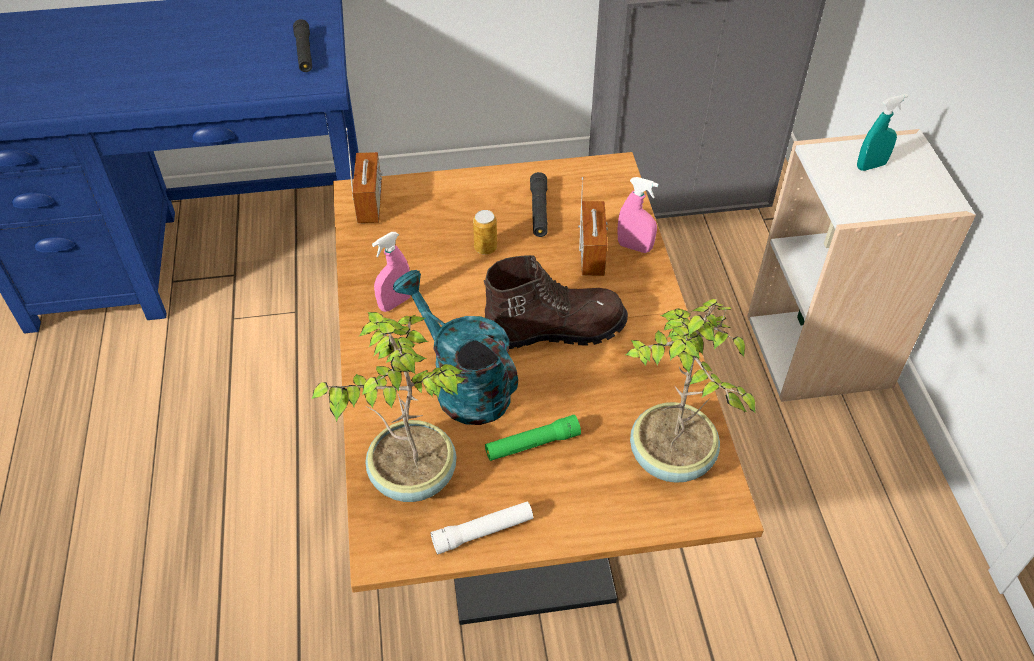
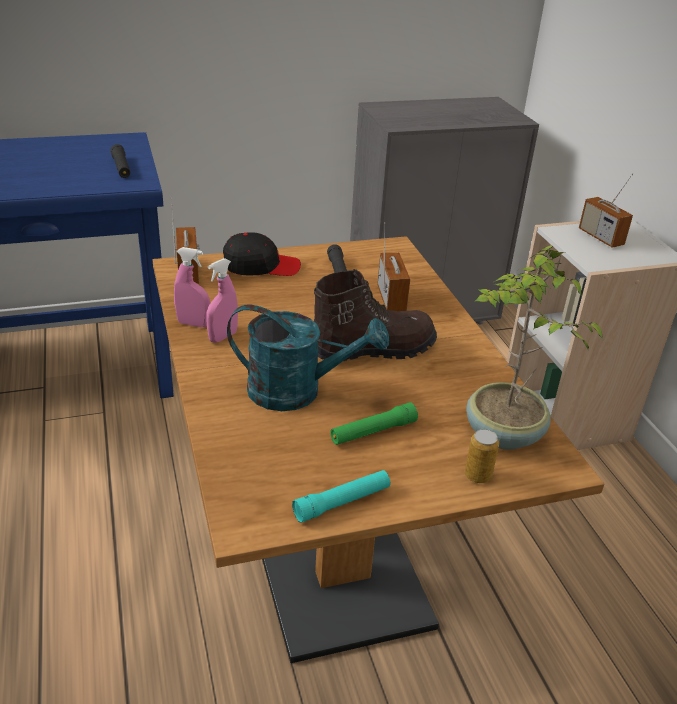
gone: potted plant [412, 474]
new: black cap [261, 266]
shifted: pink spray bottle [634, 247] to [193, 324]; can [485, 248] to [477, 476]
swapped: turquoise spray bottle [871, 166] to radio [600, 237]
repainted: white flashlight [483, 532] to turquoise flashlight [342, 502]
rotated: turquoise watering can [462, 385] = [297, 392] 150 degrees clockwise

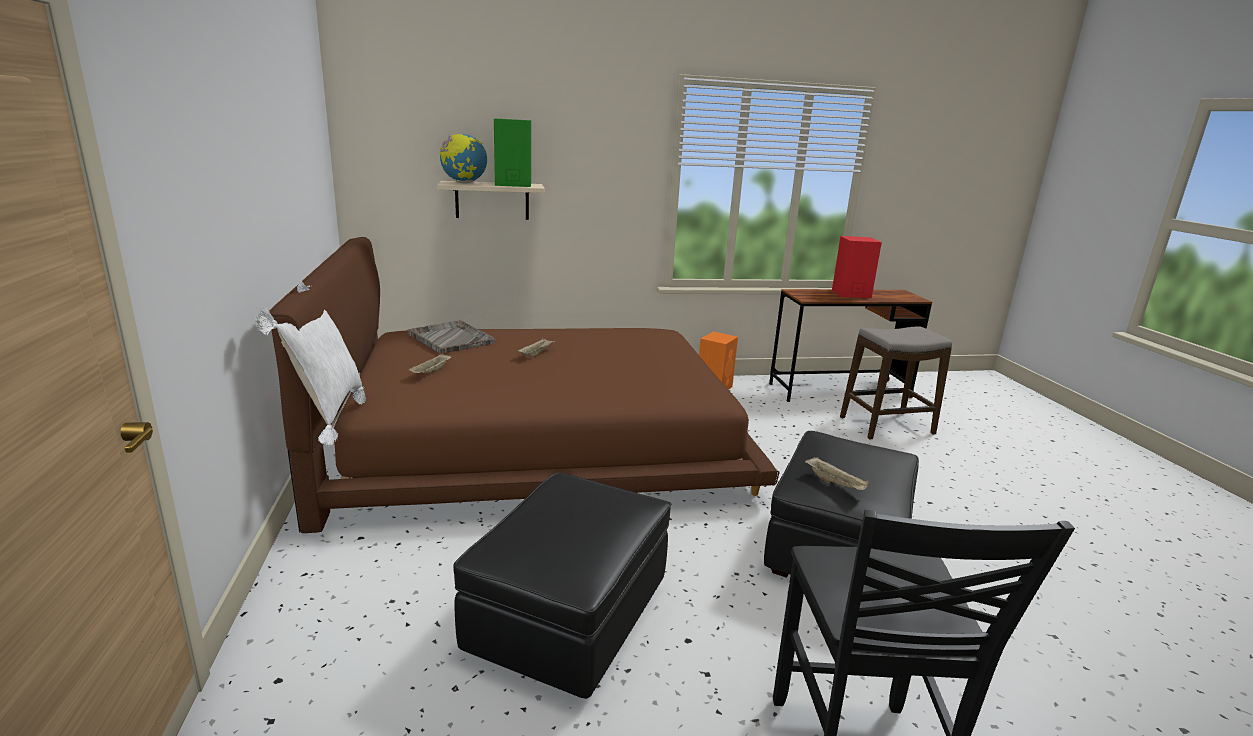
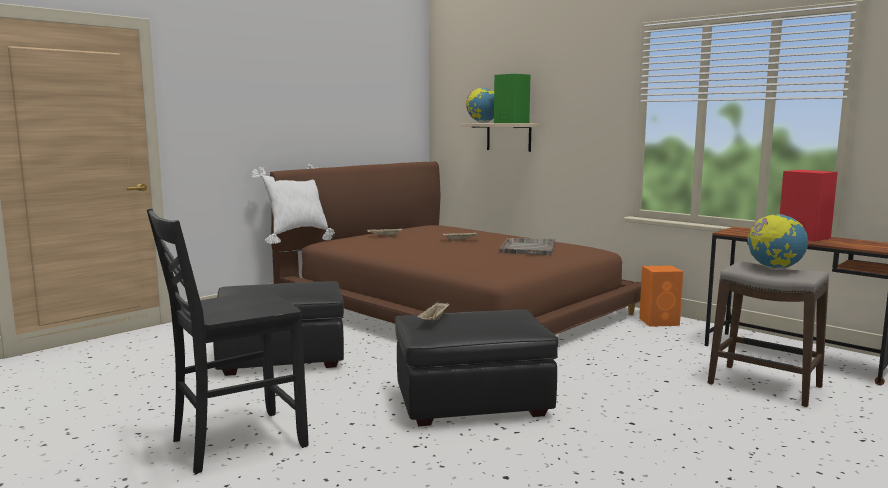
new: globe [774, 269]
shifted: grey tray [450, 338] to [528, 248]

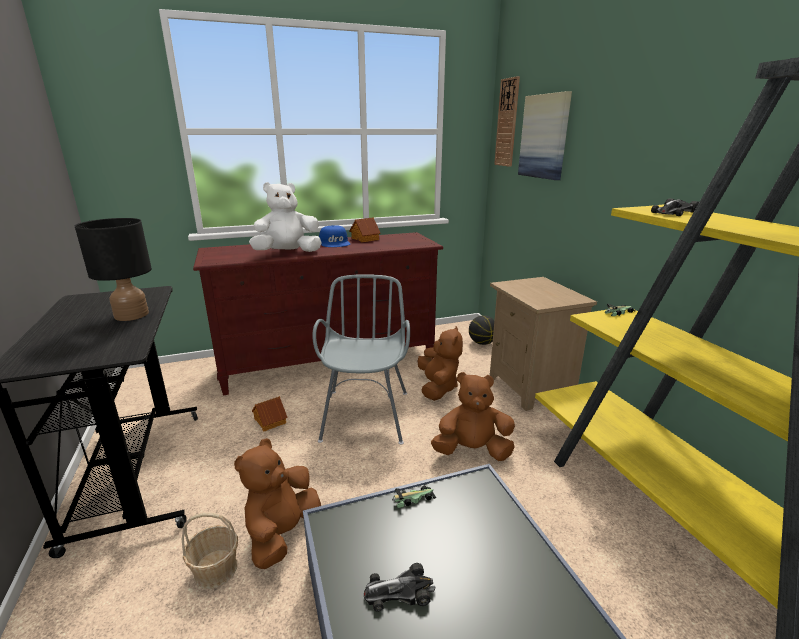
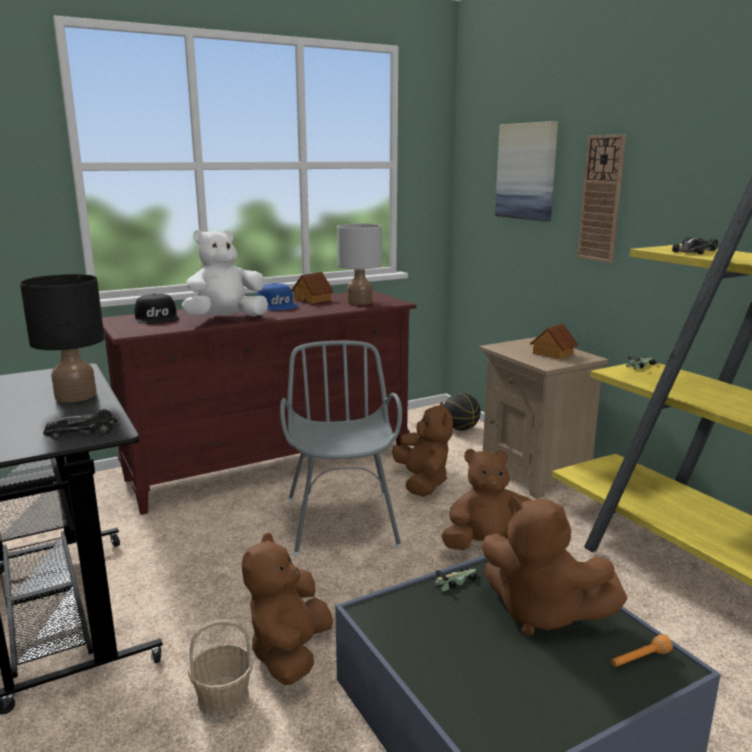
new: grey table lamp [359, 302]; black cap [158, 318]; brown plush toy [541, 613]; orange flashlight [639, 660]
shifted: wall clock [507, 123] to [601, 199]; toy house [269, 421] to [552, 353]; toy car [399, 591] to [82, 430]

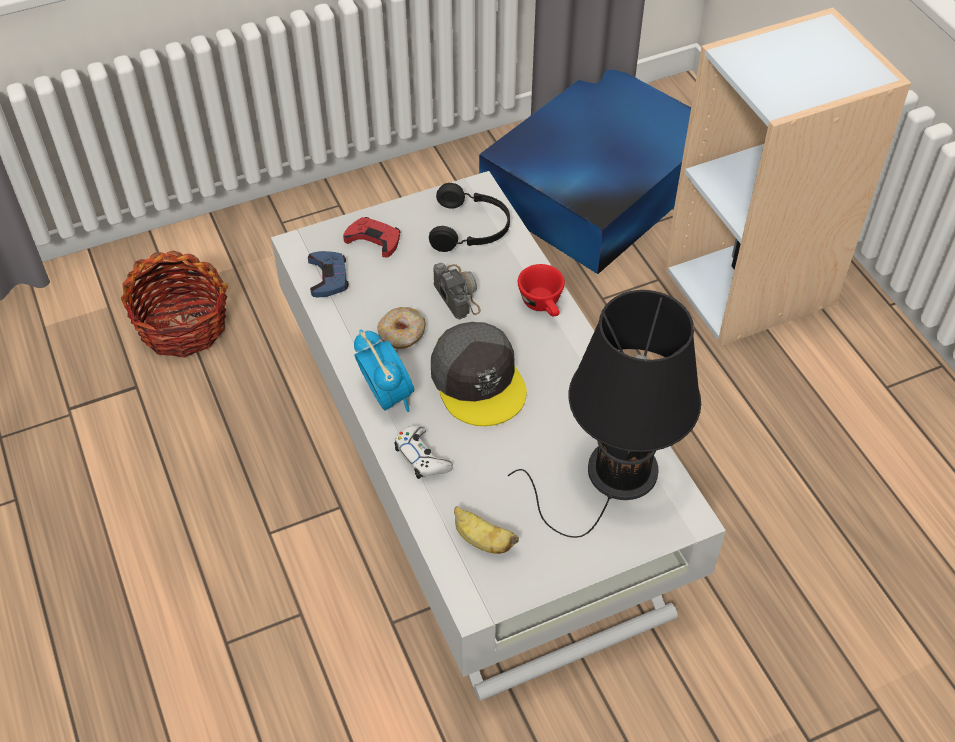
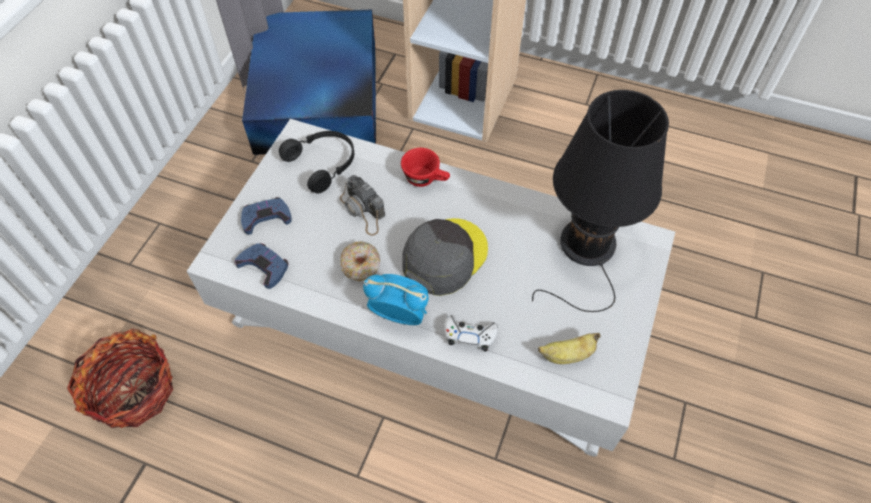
repainted: red game controller [374, 239] to blue game controller [266, 217]
rotated: photo camera [457, 292] = [363, 210] 150 degrees counterclockwise; grey cap [478, 380] = [444, 256] 75 degrees counterclockwise

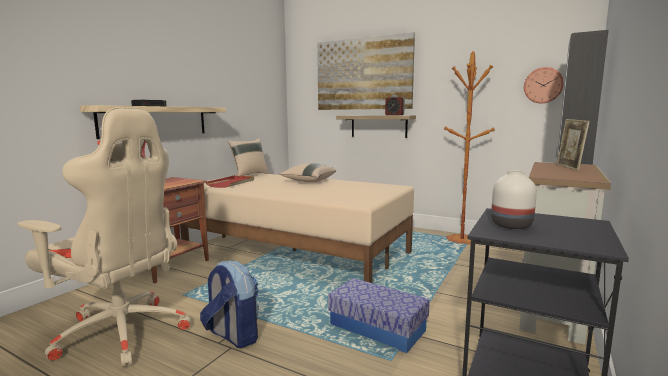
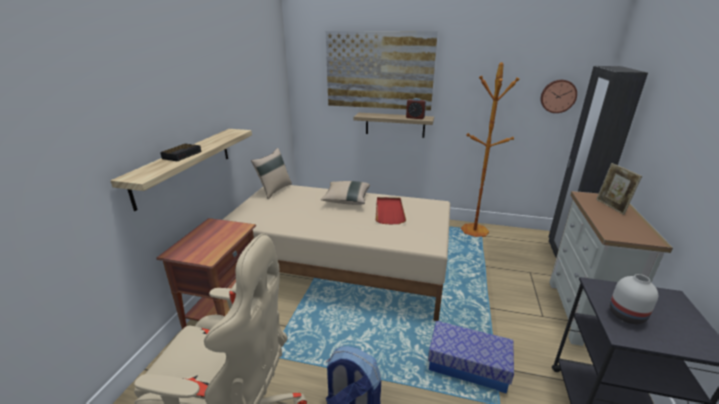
shifted: red tray [232, 183] to [389, 211]

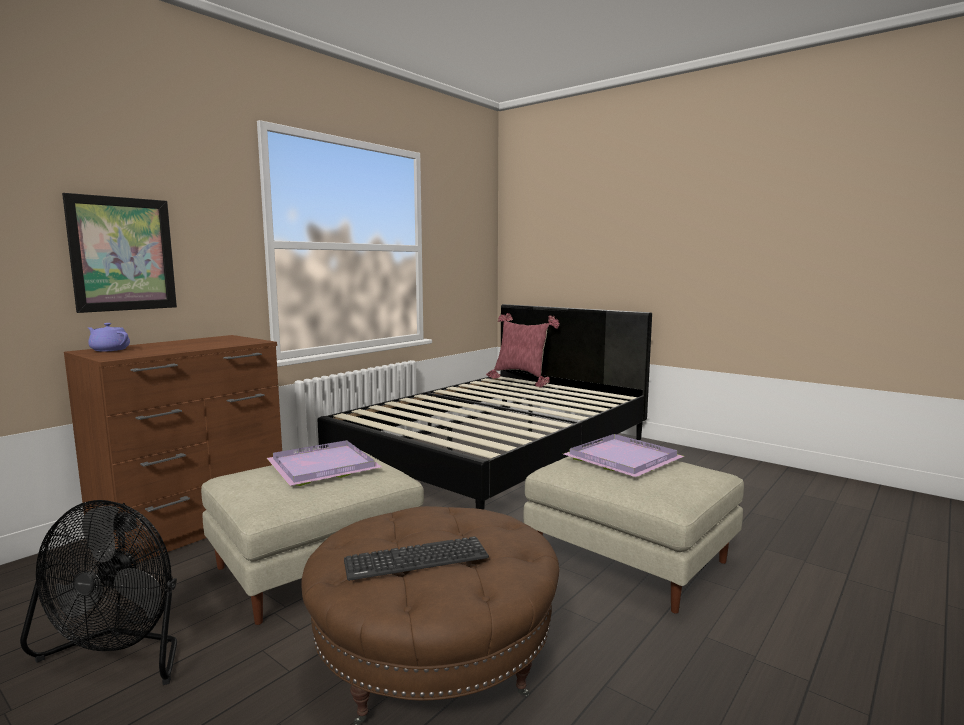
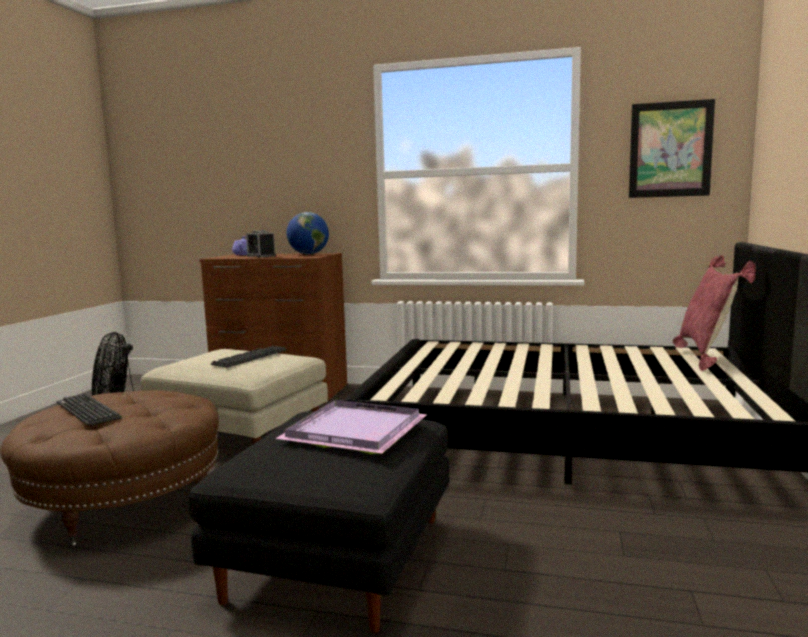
new: globe [308, 254]; alarm clock [261, 256]
shifted: picture [123, 254] to [670, 149]
swapped: purple tray [324, 465] to keyboard [250, 357]
repainted: beige ottoman [632, 559] to black ottoman [338, 559]

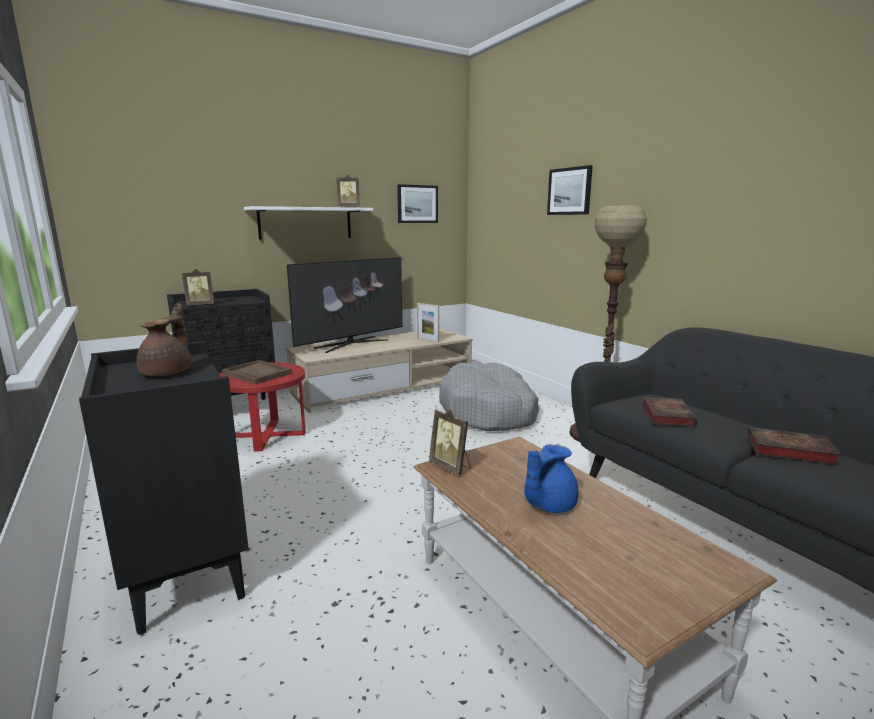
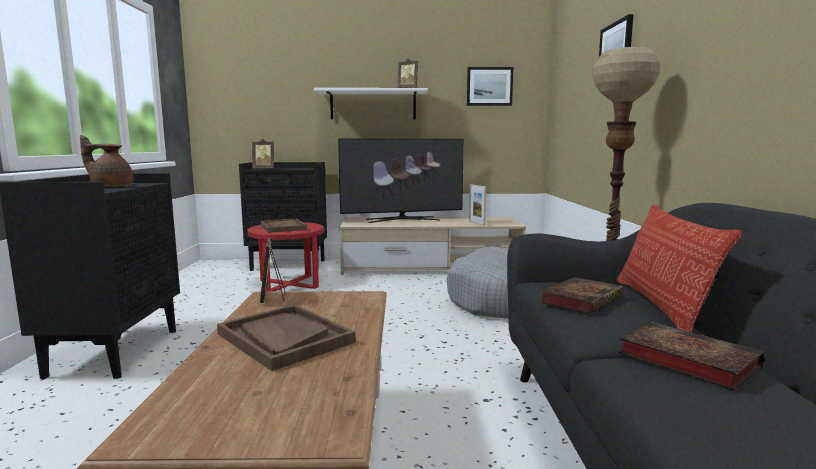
new: pillow [660, 306]
swapped: blue teapot [547, 504] to brown tray [284, 338]
rotated: brown teapot [169, 372] = [111, 186] 120 degrees counterclockwise

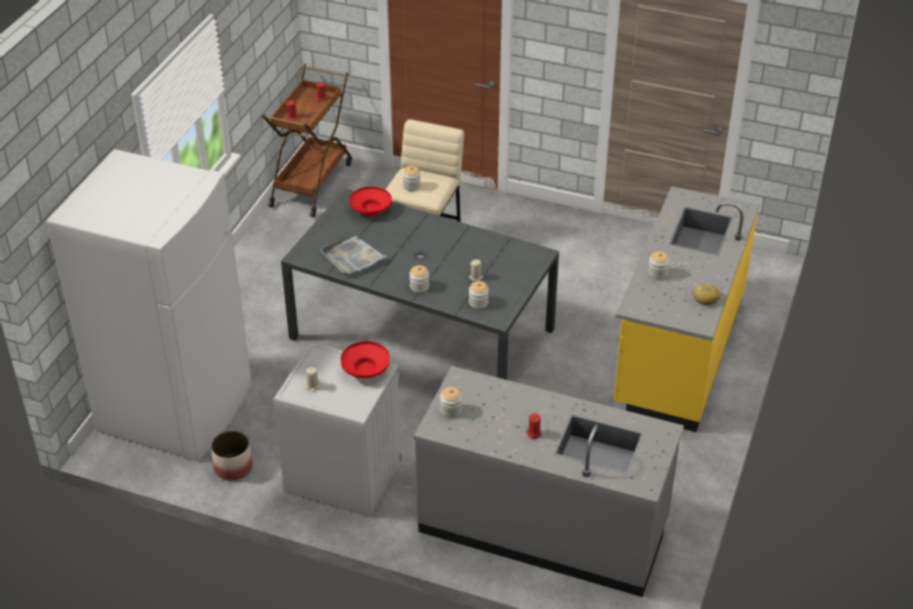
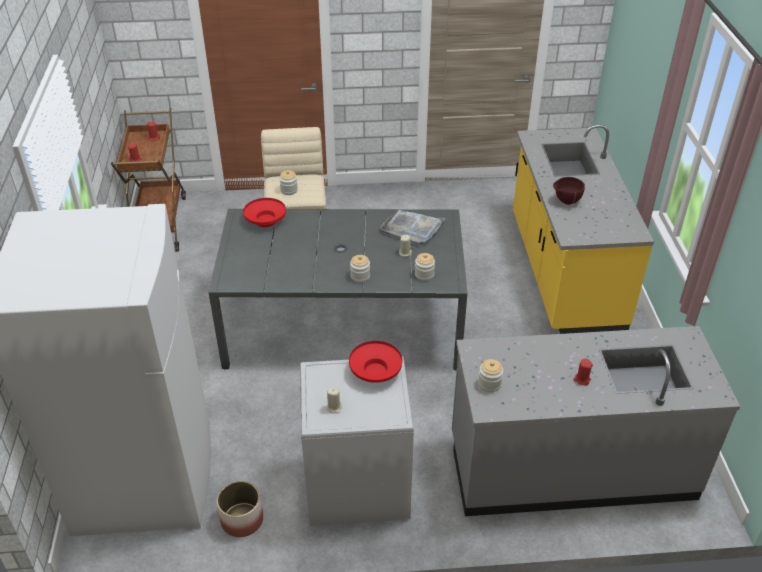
gone: bread [706, 298]
shifted: grey tray [352, 257] to [412, 228]
swapped: jar [657, 273] to brown bowl [565, 202]

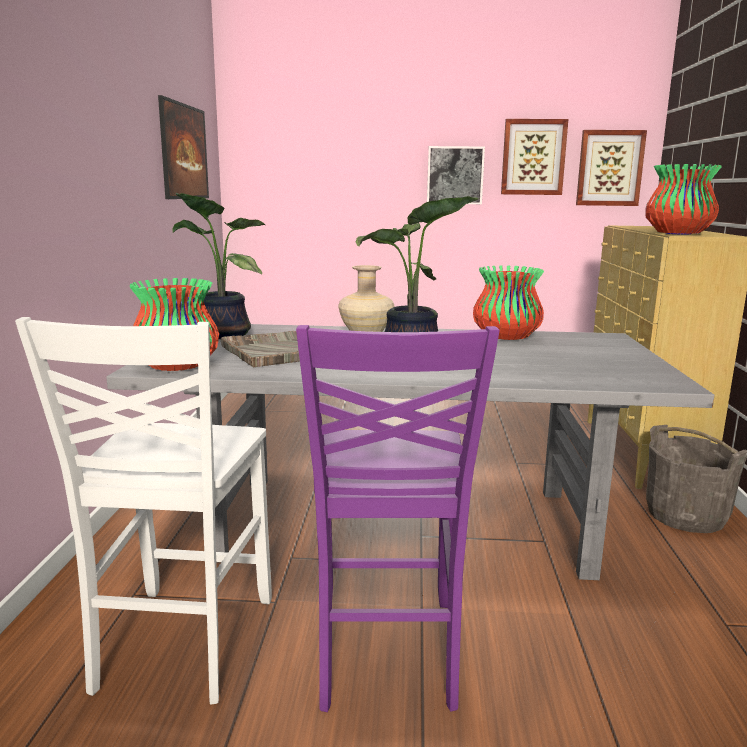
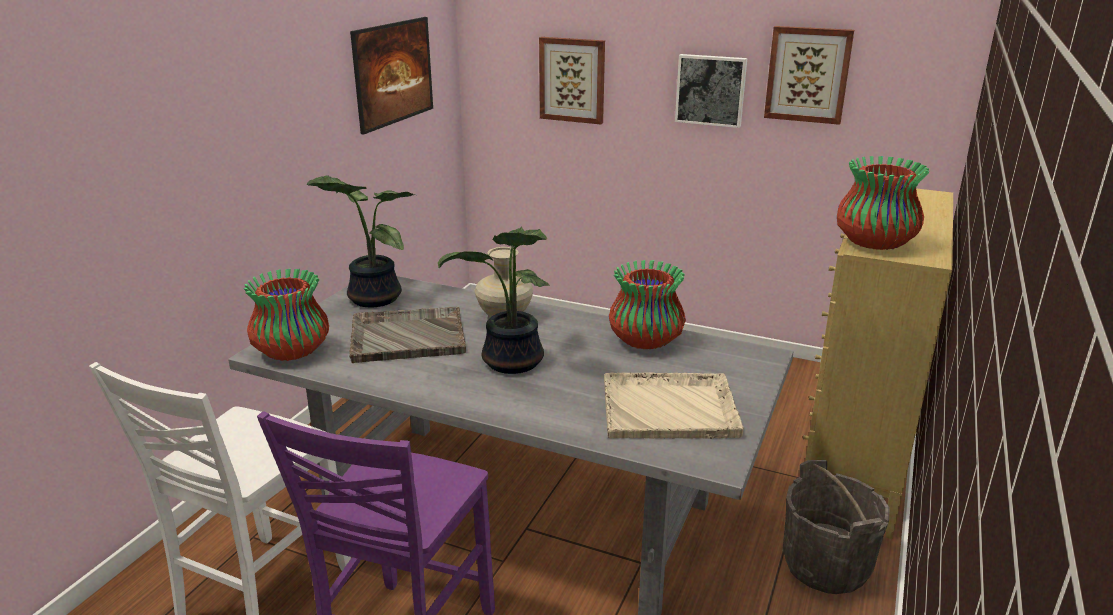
new: beige tray [670, 408]
shifted: picture [609, 168] to [572, 80]

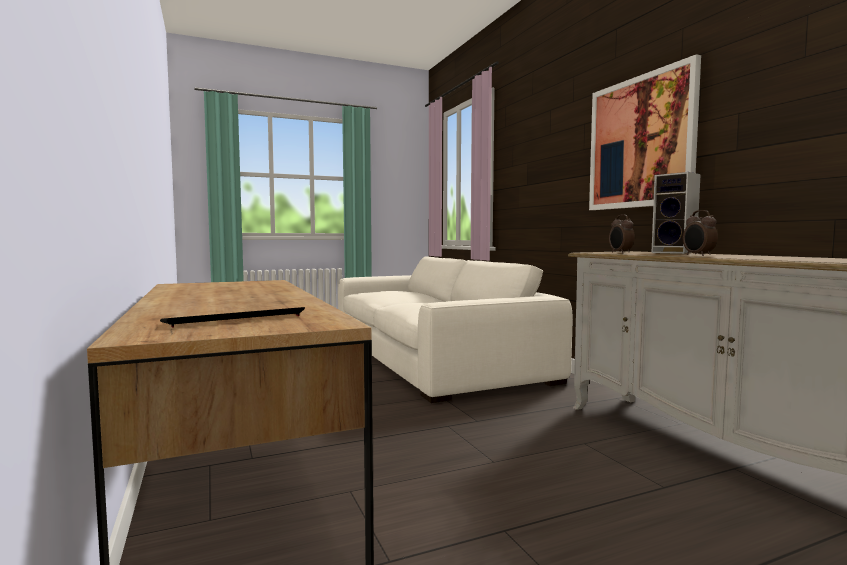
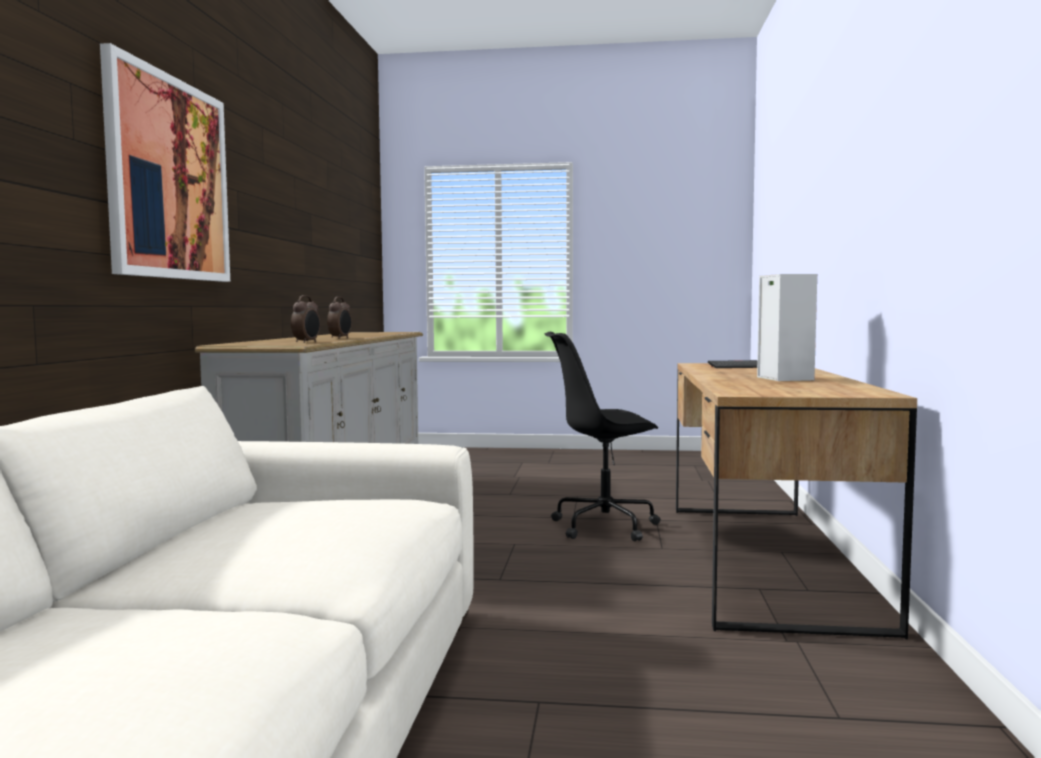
new: black office chair [602, 526]
shifted: speaker [675, 253] to [782, 378]

